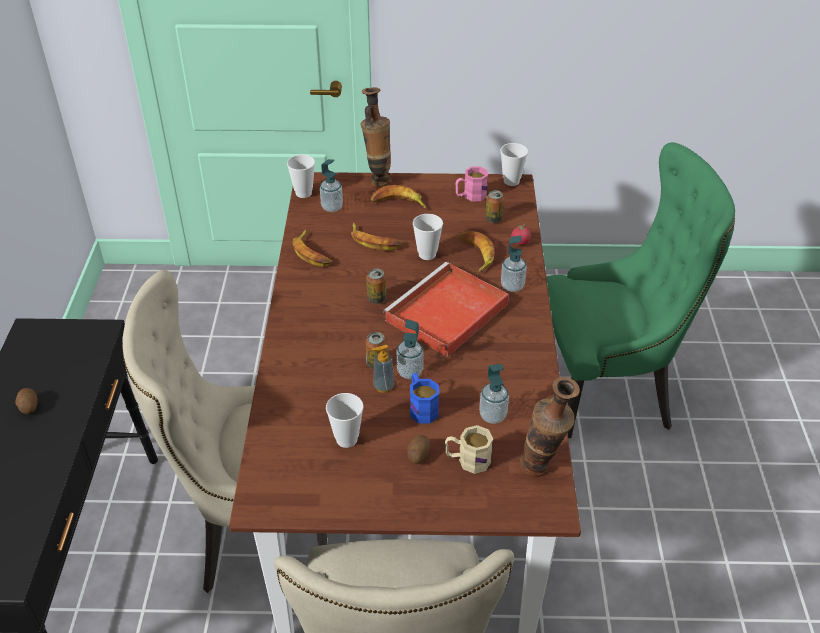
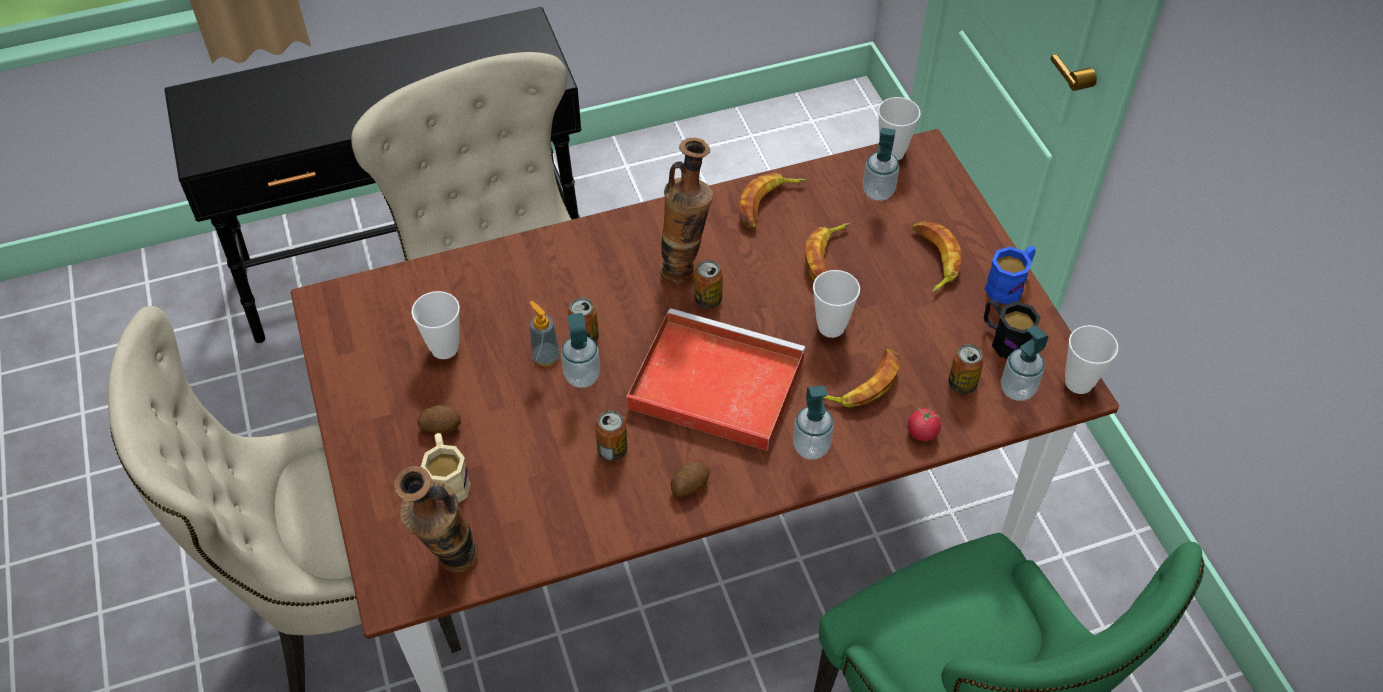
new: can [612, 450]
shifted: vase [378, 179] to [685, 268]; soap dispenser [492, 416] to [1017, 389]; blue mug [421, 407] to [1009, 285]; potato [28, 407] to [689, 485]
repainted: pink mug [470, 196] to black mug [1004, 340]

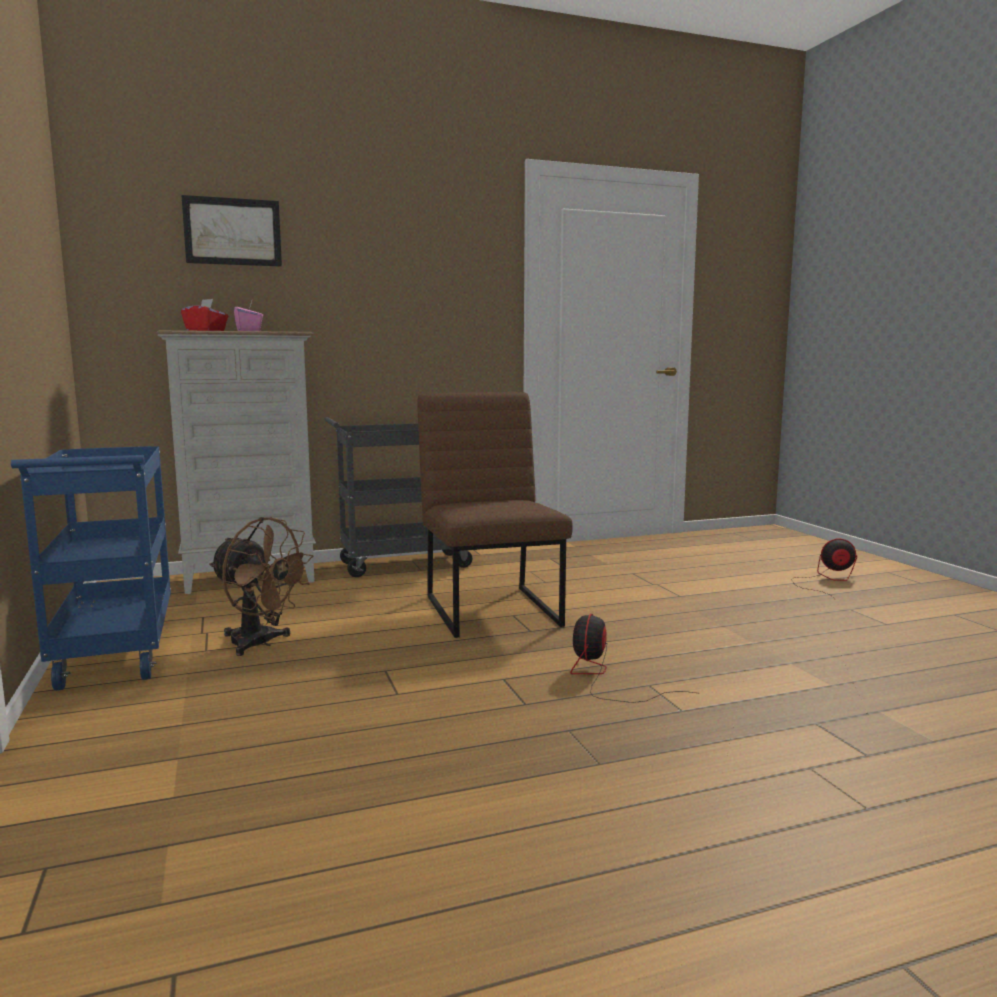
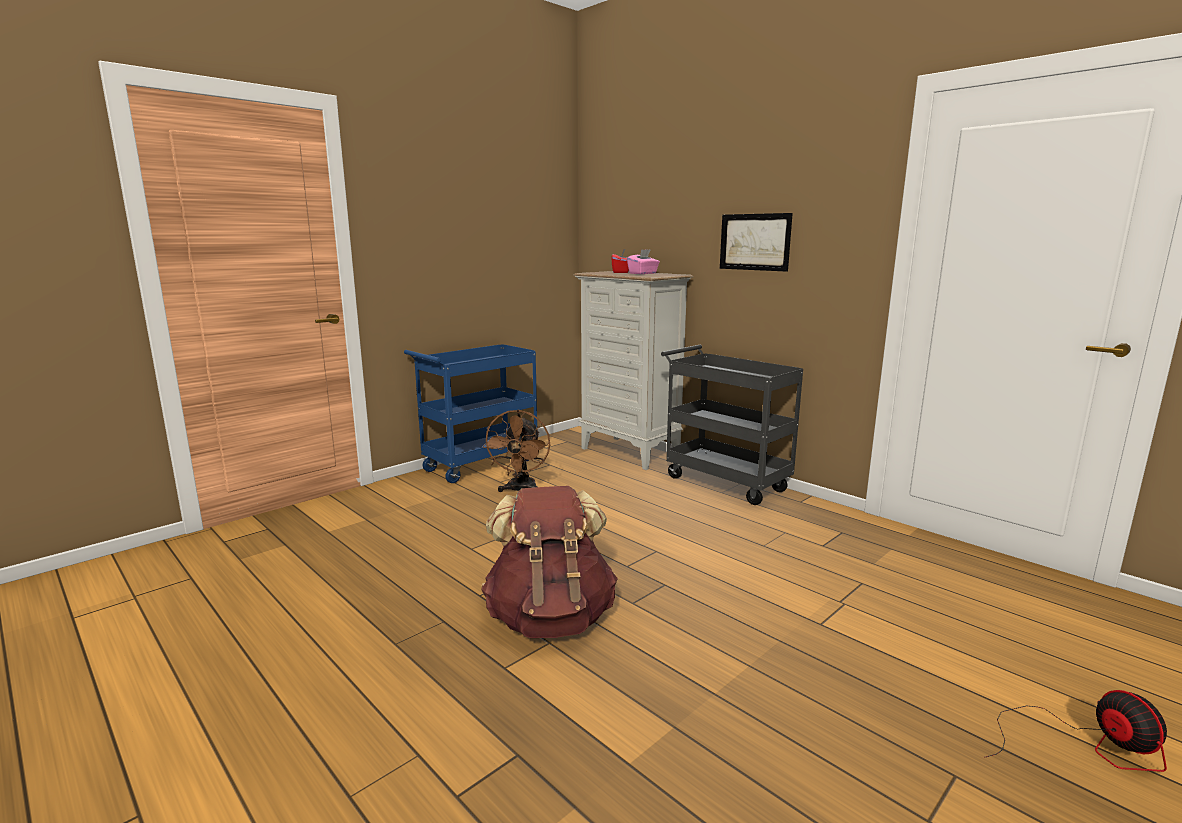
gone: brown chair [491, 609]
shifted: picture [232, 231] to [754, 242]
swapped: fan [604, 677] to brown backpack [550, 618]

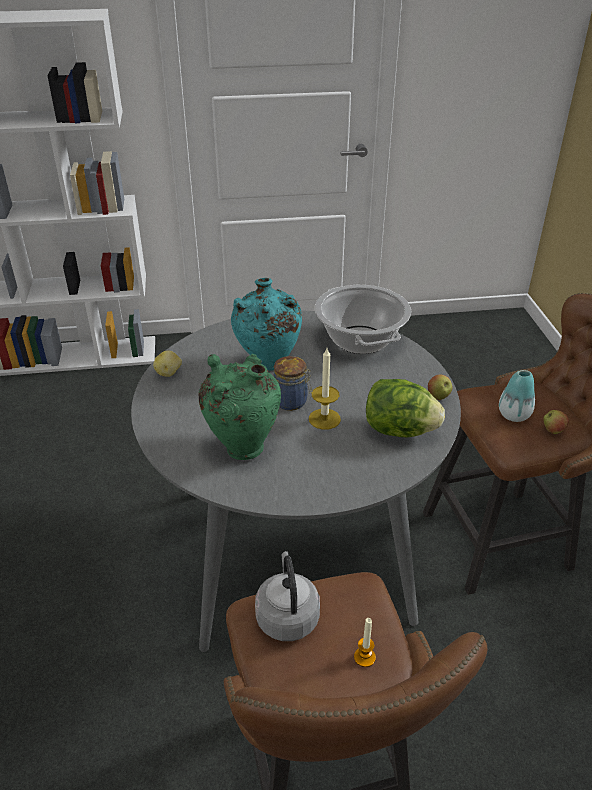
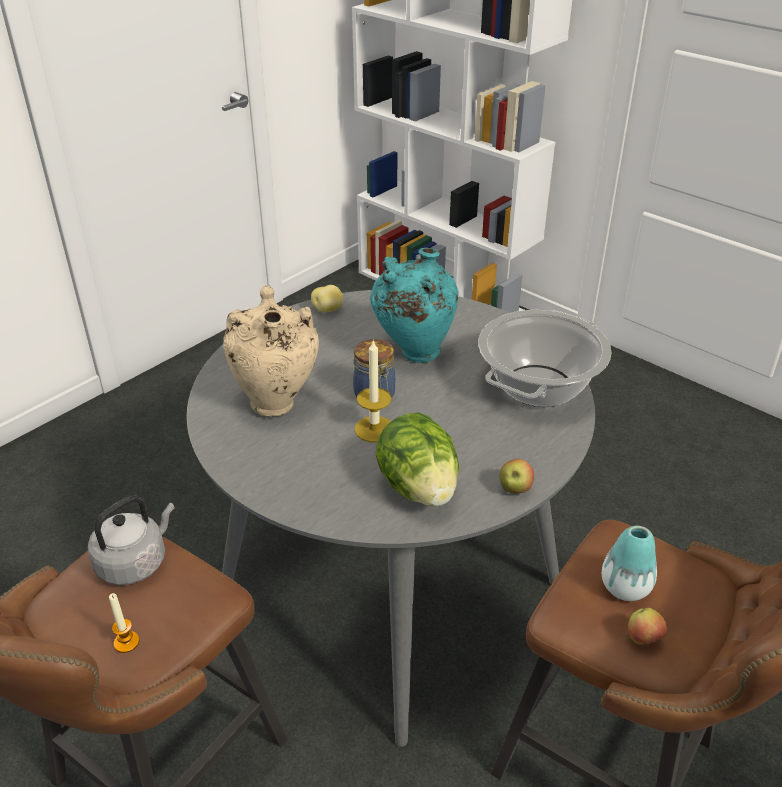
repainted: green vase [243, 446] to beige vase [276, 402]

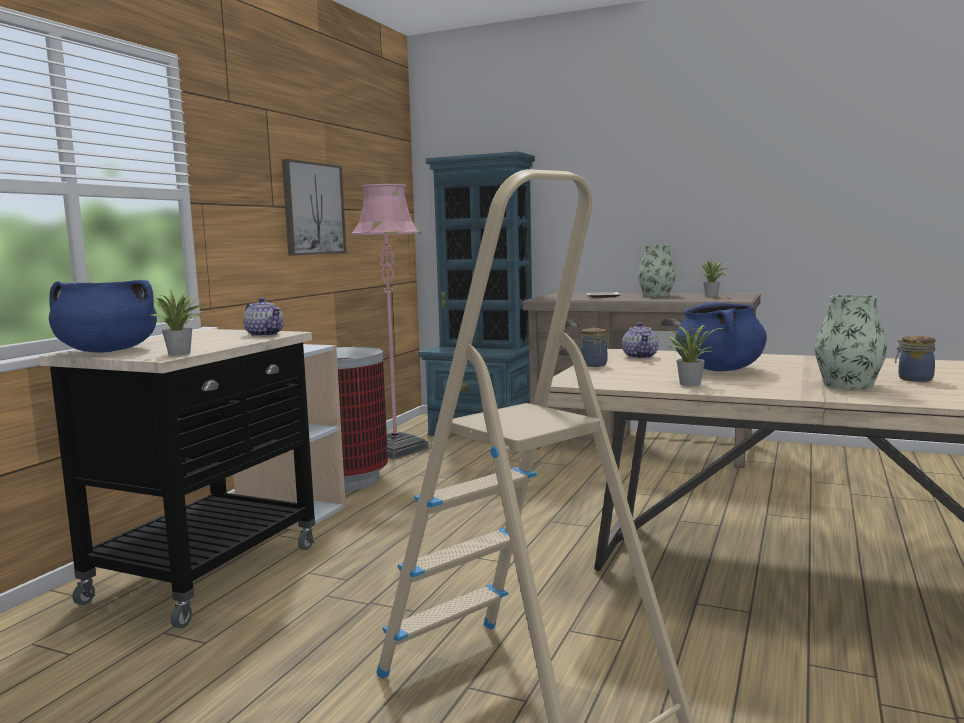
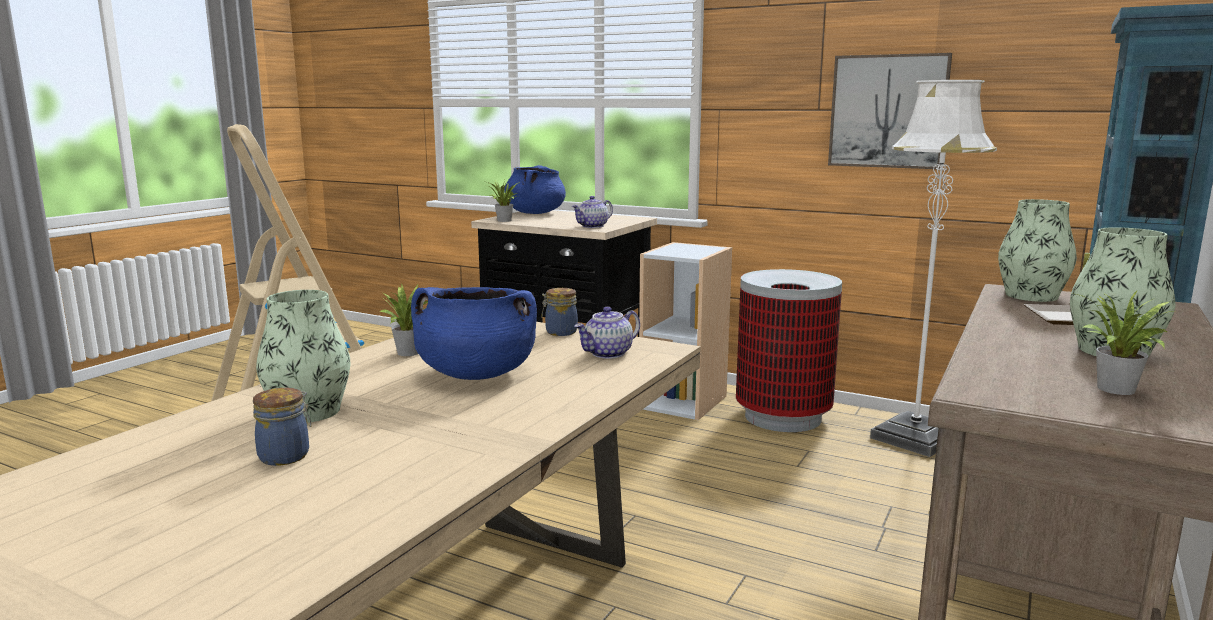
new: vase [1031, 296]
repainted: pink floor lamp [396, 450] to white floor lamp [914, 438]
rotated: teapot [640, 356] = [608, 354] 45 degrees counterclockwise

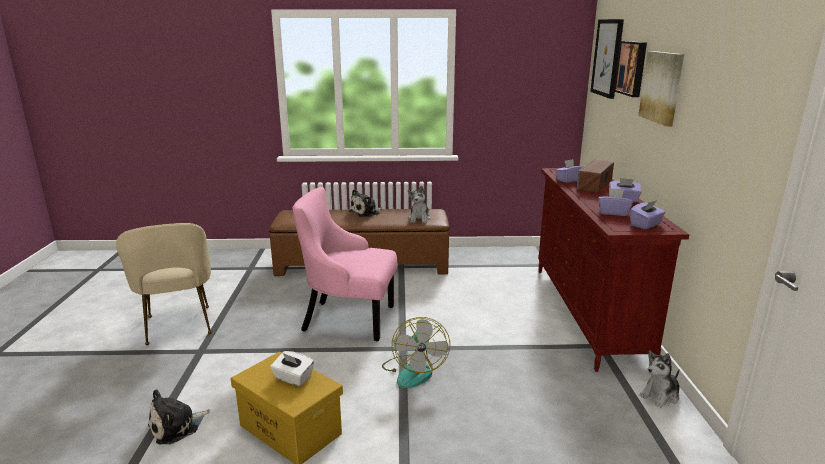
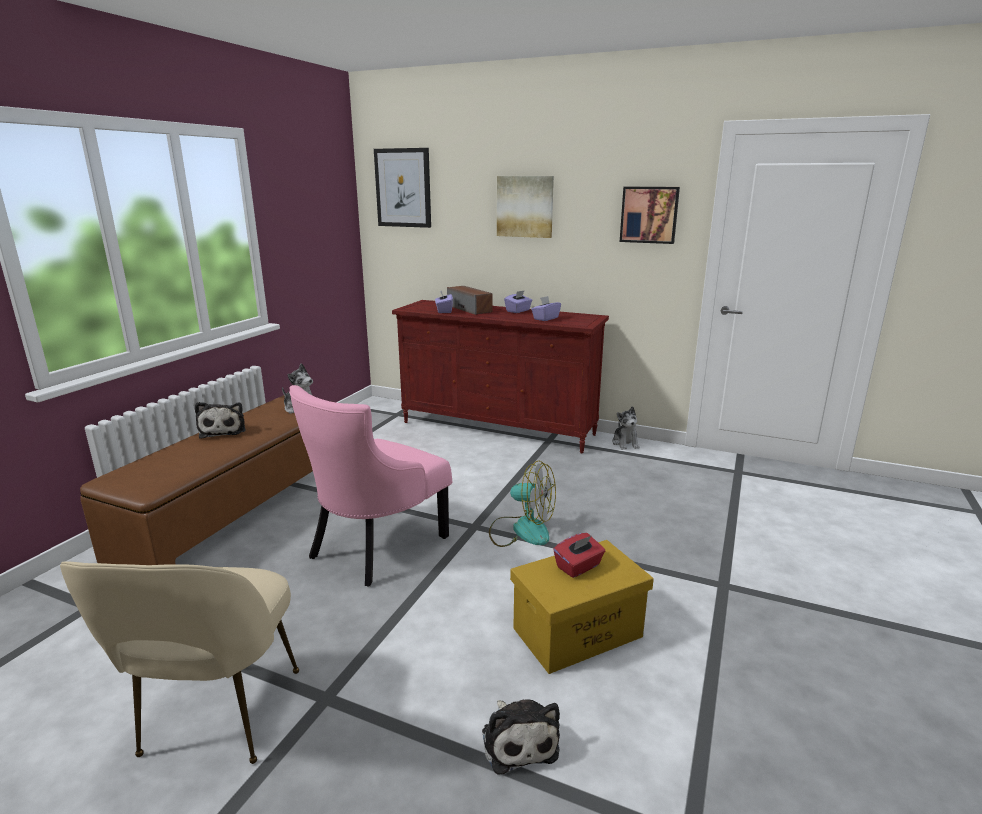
gone: purple tissue box [645, 225]
shifted: picture [632, 68] to [649, 214]
repainted: white tissue box [293, 378] to red tissue box [578, 567]
rotated: beige chair [178, 329] = [216, 722] 90 degrees clockwise

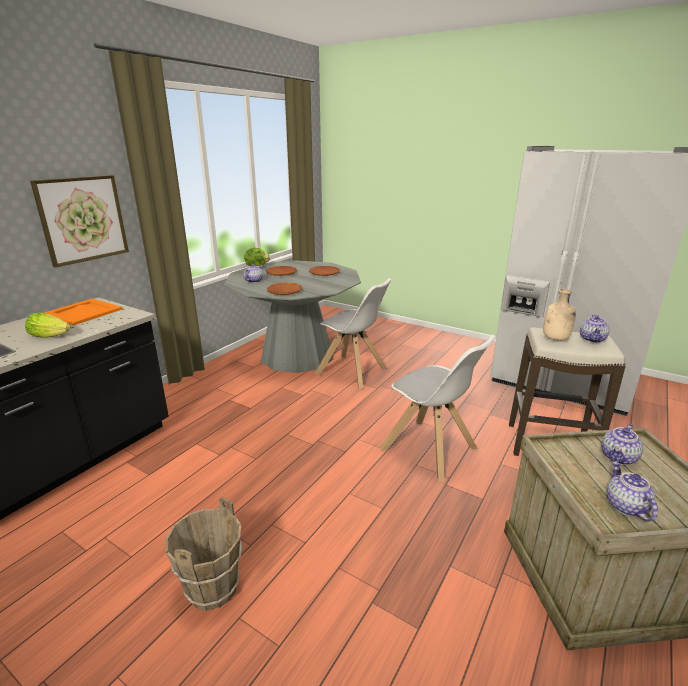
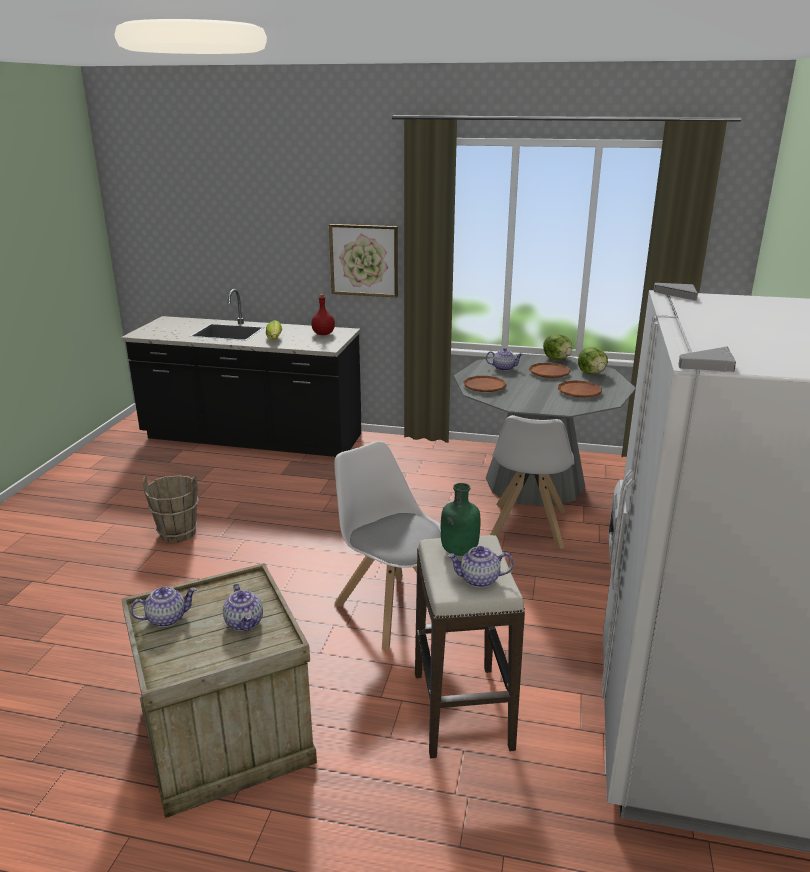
new: lettuce [592, 373]
swapped: orange tray [83, 312] to red bottle [323, 334]
repainted: beige bottle [555, 339] to green bottle [458, 551]
rotated: chair [431, 450] = [390, 608] 120 degrees clockwise; teapot [619, 457] = [245, 623] 135 degrees counterclockwise

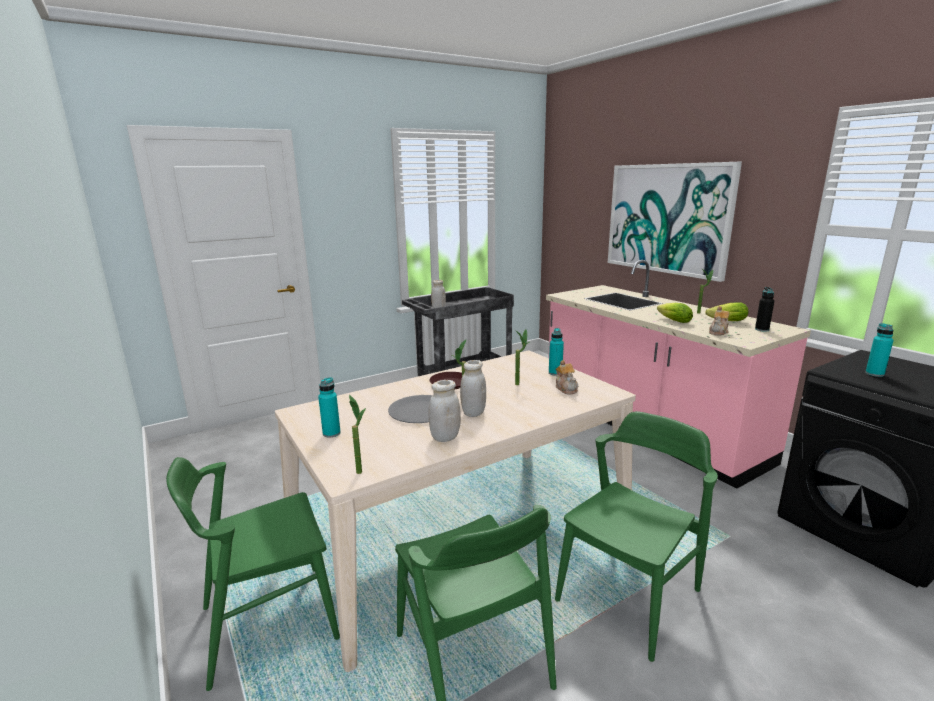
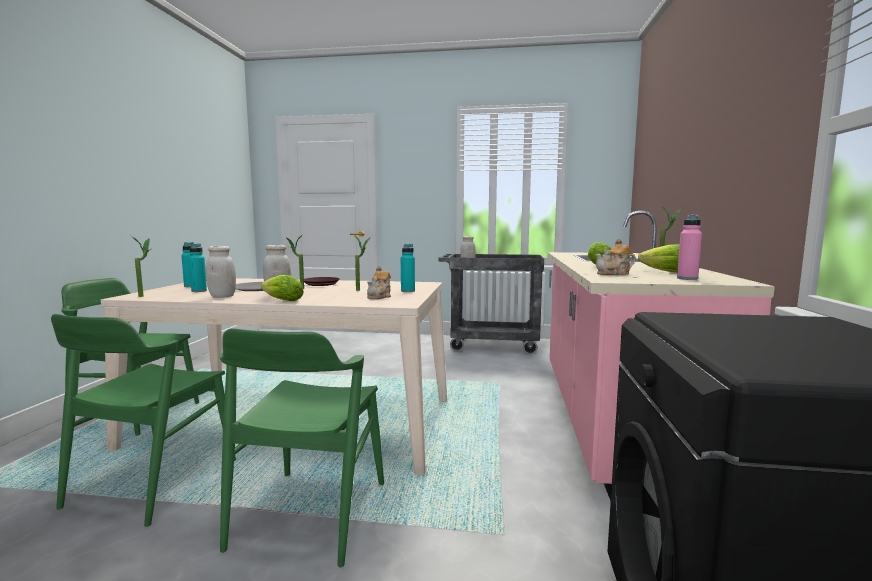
gone: picture [667, 218]
new: lettuce [280, 300]
shifted: turquoise bottle [874, 374] to [199, 291]
repainted: black bottle [761, 329] to pink bottle [687, 278]
rotated: green chair [629, 595] = [309, 514] 105 degrees clockwise

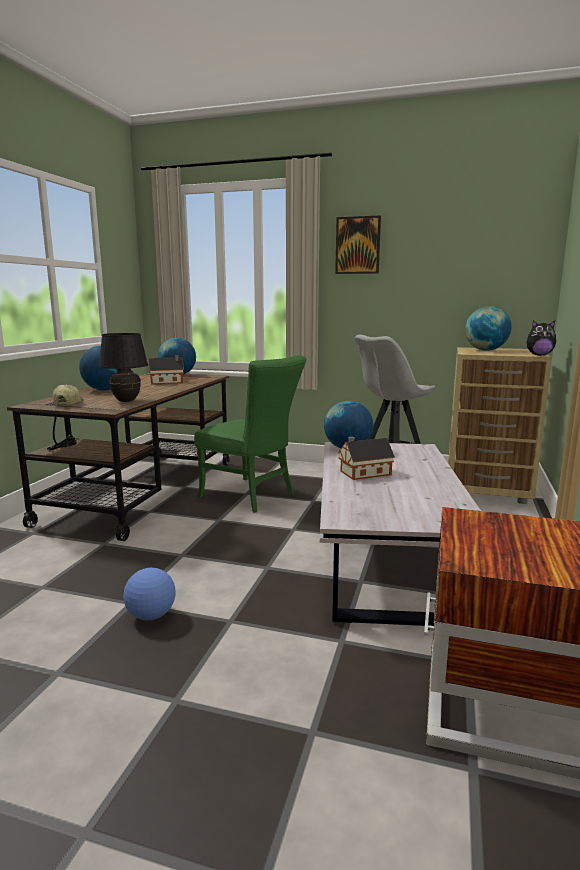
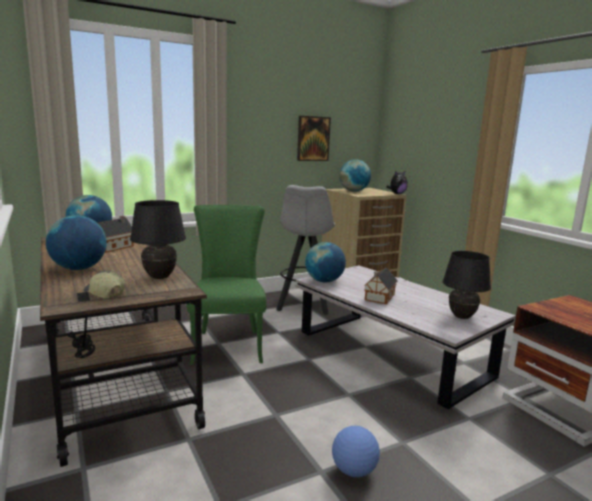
new: black table lamp [461, 317]
shifted: picture [358, 245] to [313, 138]
rotated: green chair [252, 496] = [228, 344] 90 degrees counterclockwise

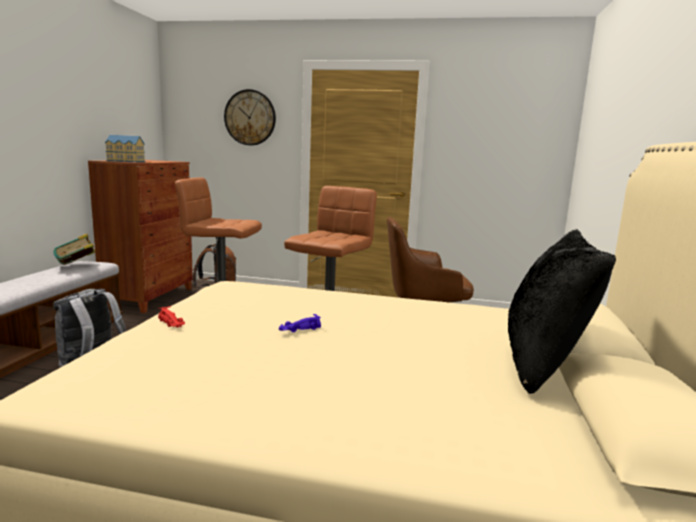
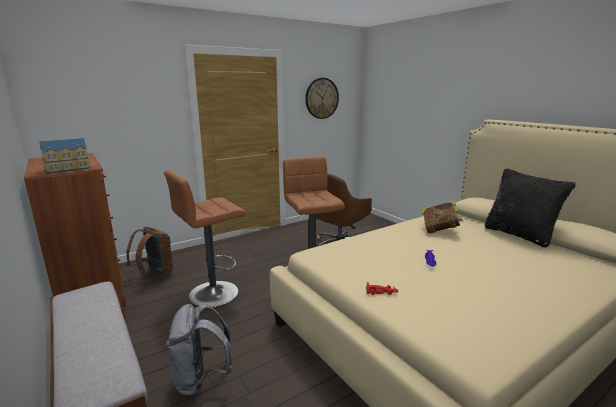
shifted: wall clock [250, 117] to [321, 98]; book [77, 266] to [439, 230]

